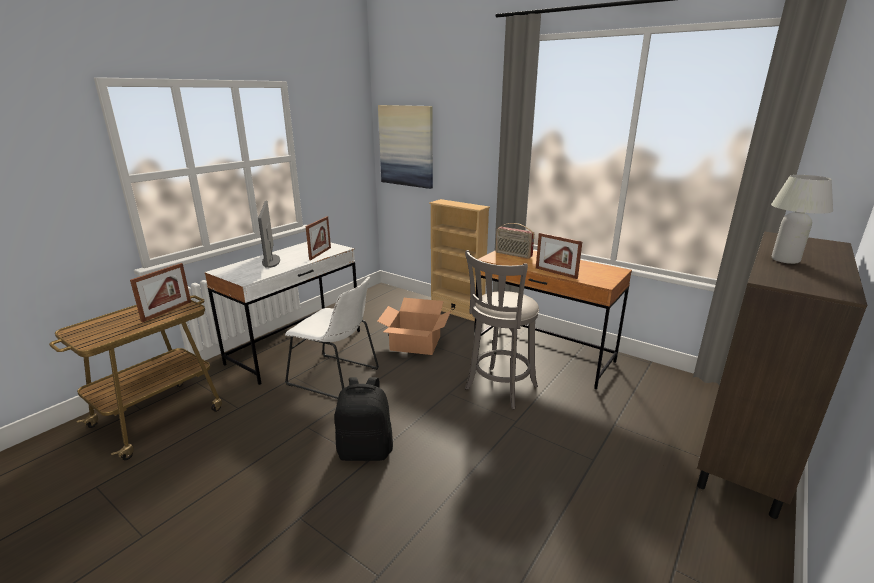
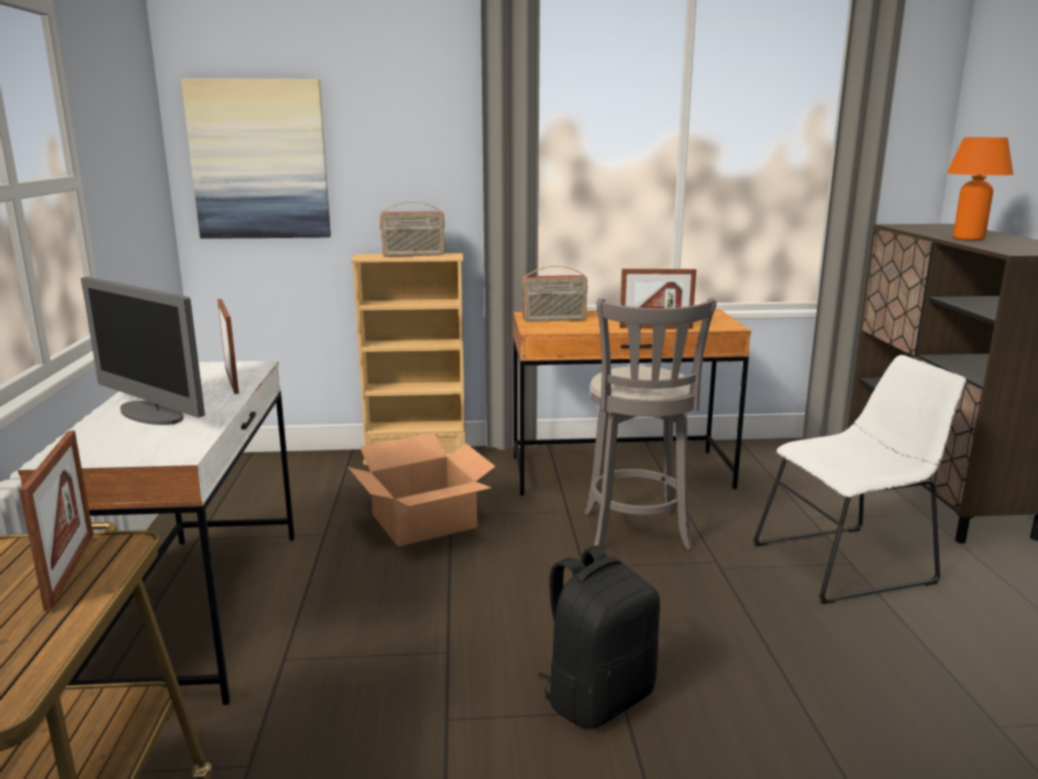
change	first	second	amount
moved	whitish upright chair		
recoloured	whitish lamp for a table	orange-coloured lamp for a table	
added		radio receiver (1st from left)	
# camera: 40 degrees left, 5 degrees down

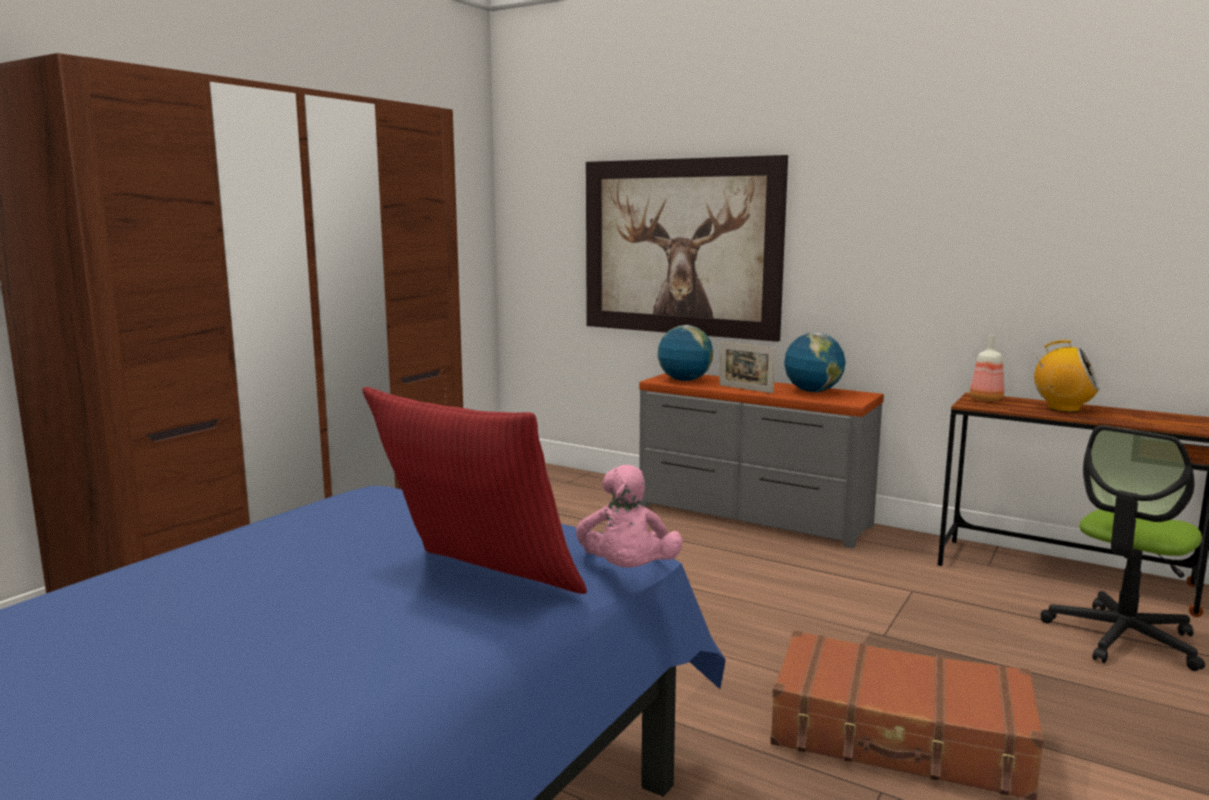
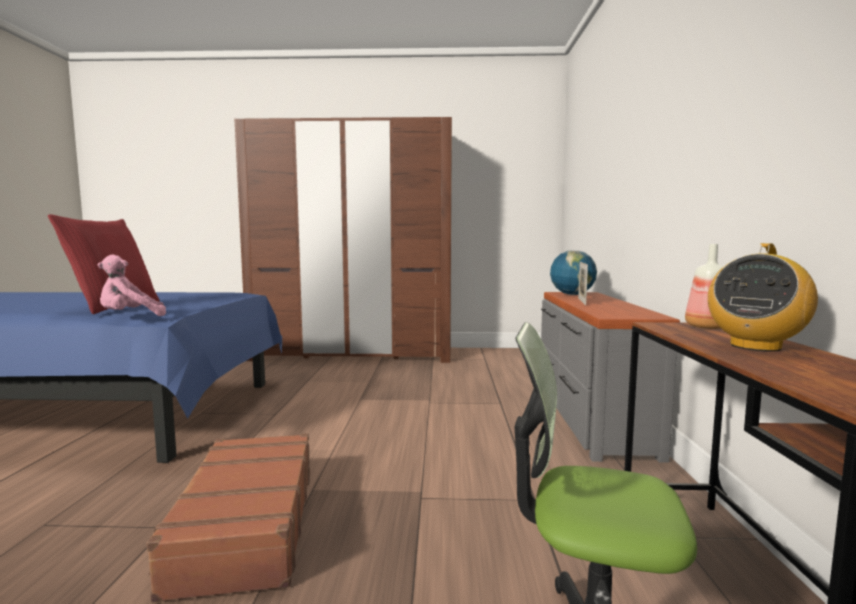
change	first	second	amount
removed	picture		
removed	globe (2nd from left)		
turned	radio receiver		45 degrees clockwise
# camera: 60 degrees right, 5 degrees down

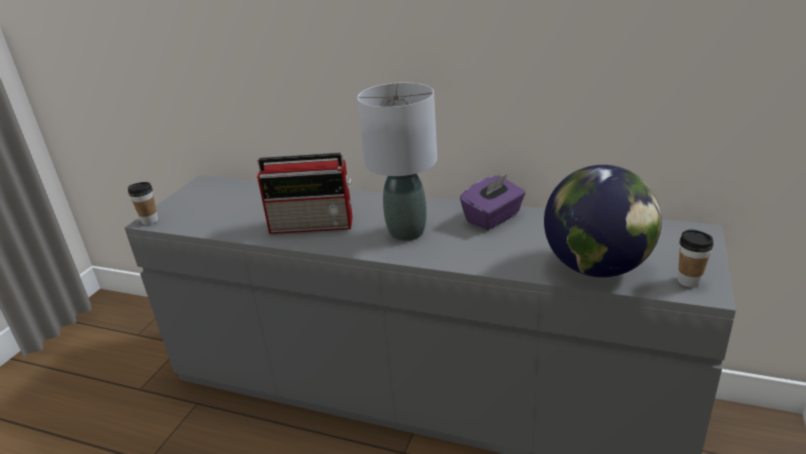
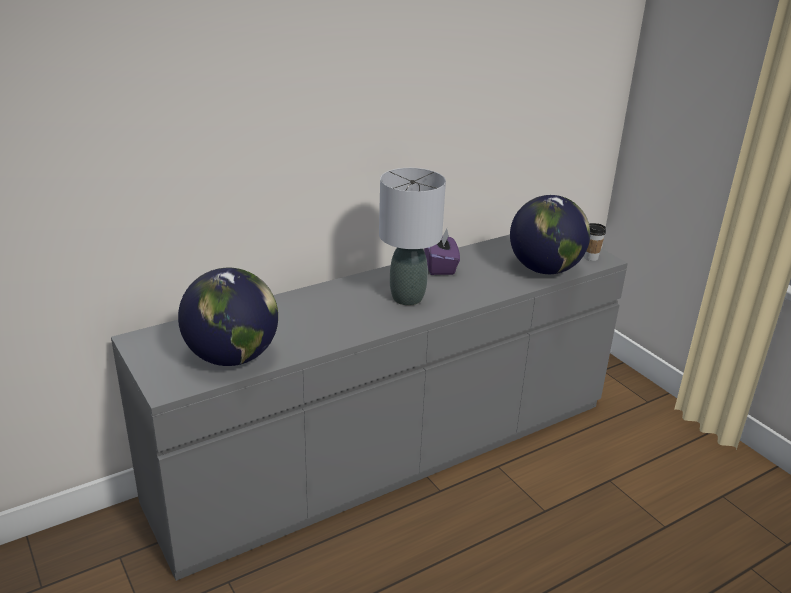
change	first	second	amount
removed	drinking cup (1st from left)		
removed	radio receiver		
added		globe (1st from left)	
# camera: 55 degrees left, 0 degrees up

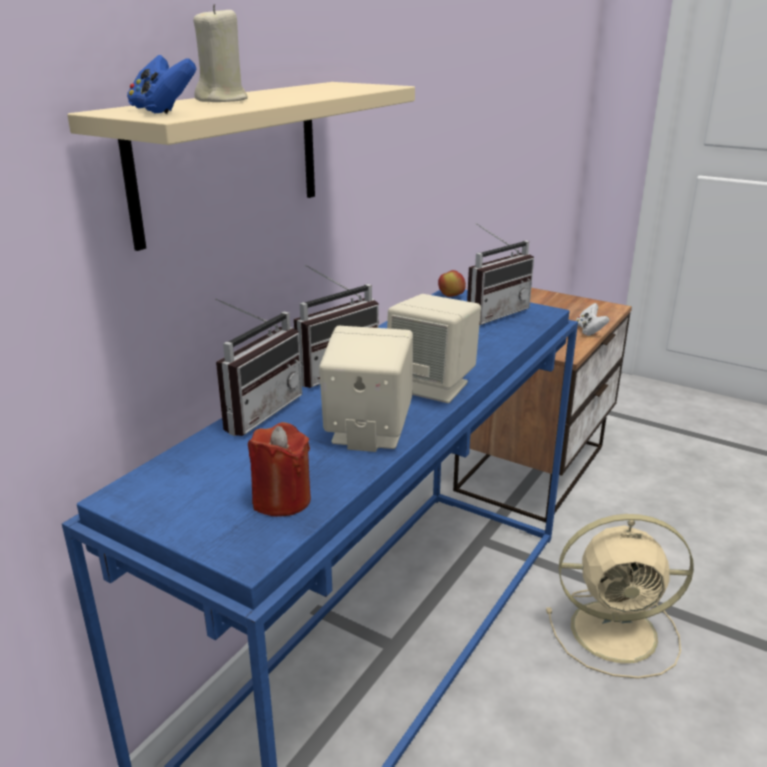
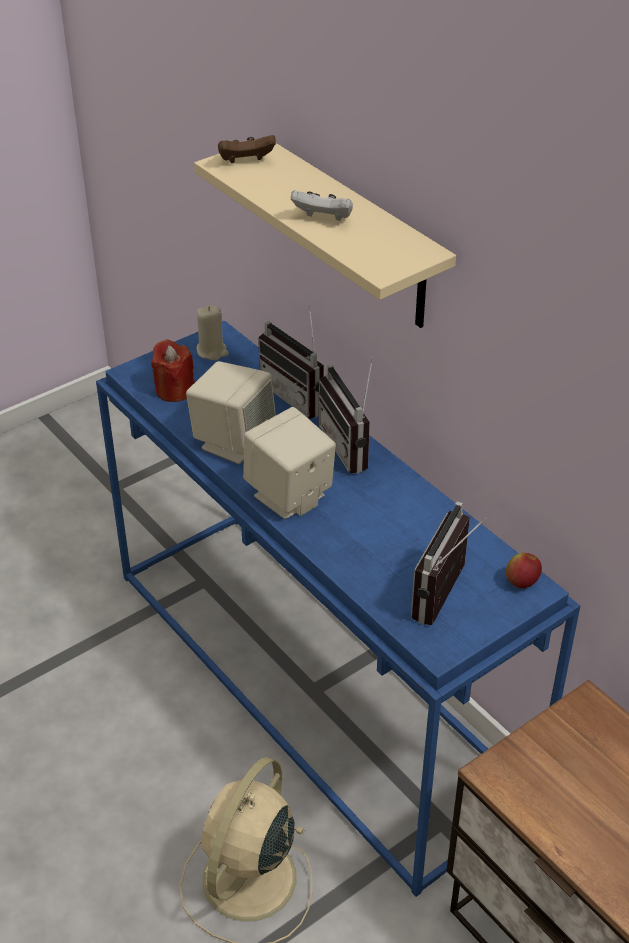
change	first	second	amount
recoloured	blue game controller	brownish game controller	
moved	sand-coloured wax candle		
turned	radio receiver (3rd from left)		45 degrees clockwise
moved	whitish game controller		
# camera: 110 degrees right, 15 degrees up

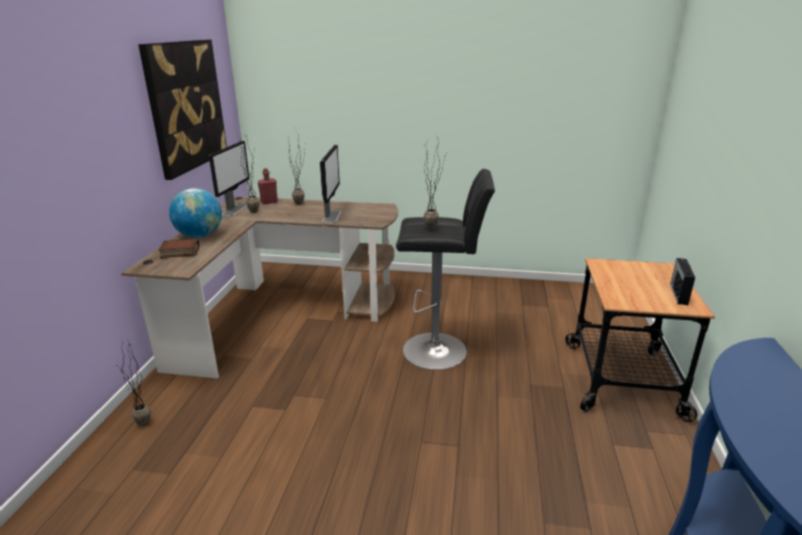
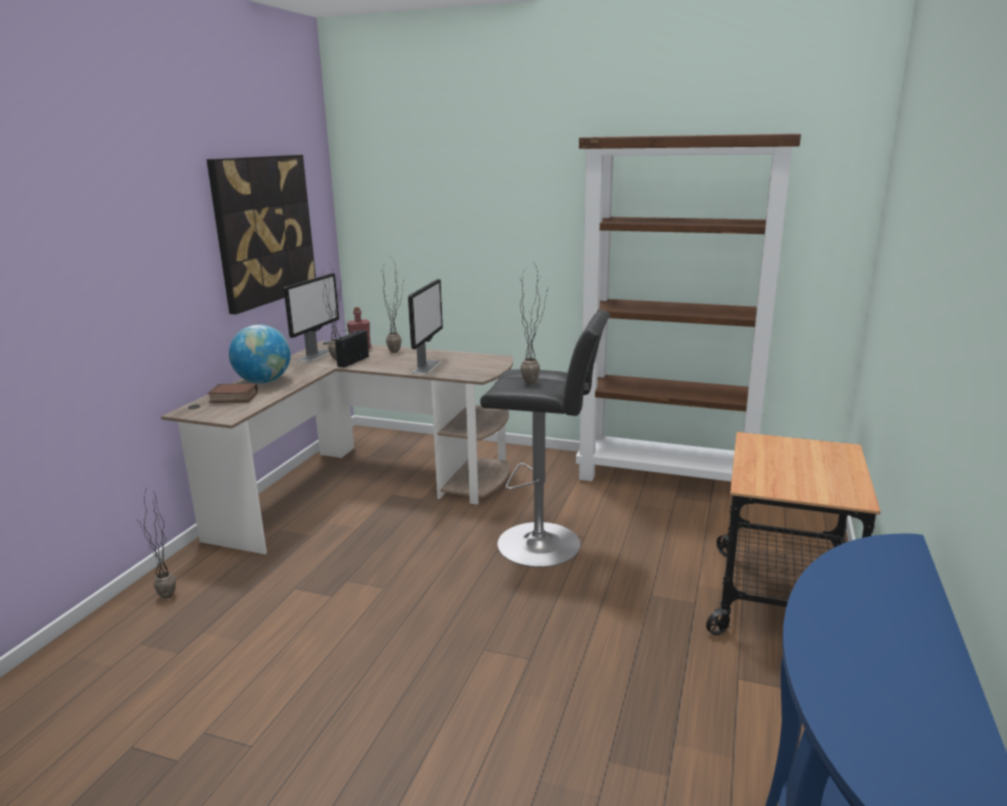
change	first	second	amount
moved	radio receiver		
added		brownish bookshelf	
# camera: 10 degrees right, 5 degrees down

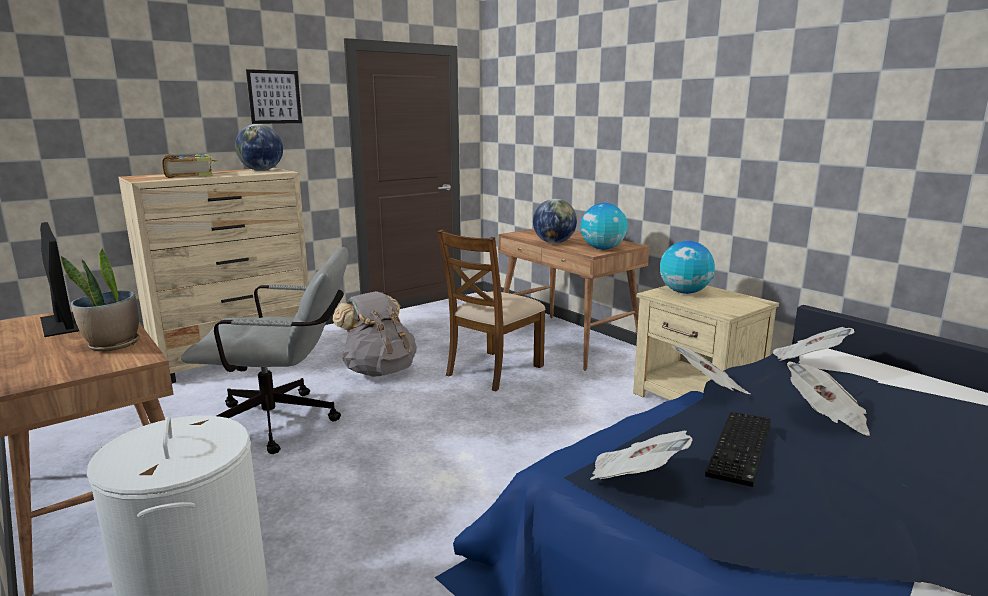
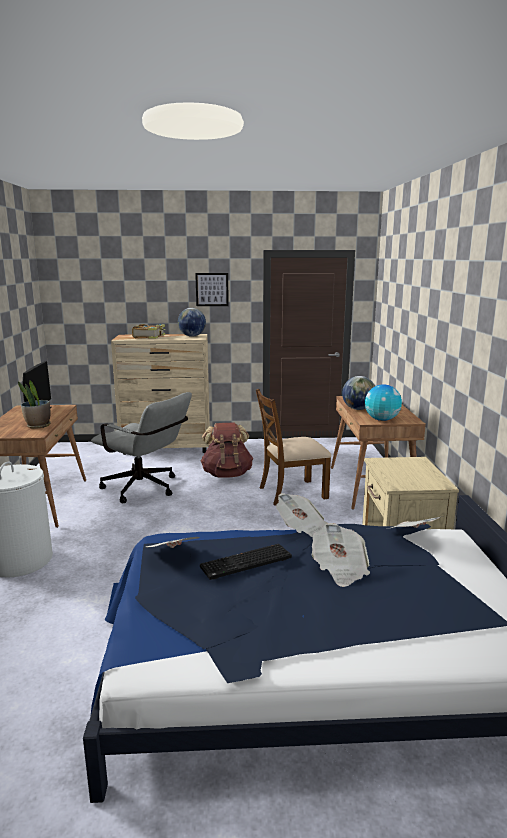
change	first	second	amount
recoloured	grey backpack	brownish backpack	
removed	globe (4th from left)		
# camera: 35 degrees right, 0 degrees up

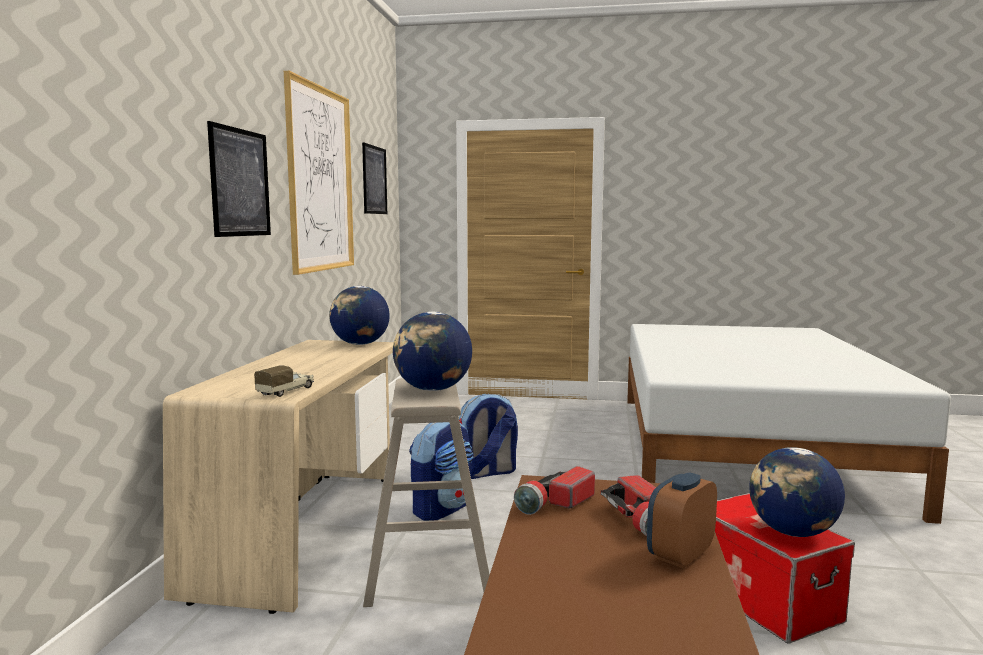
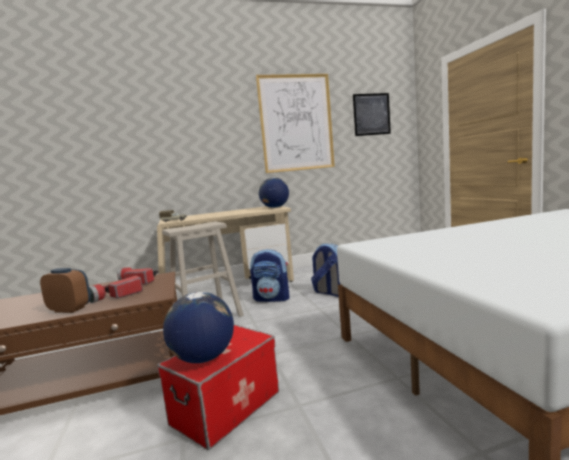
change	first	second	amount
removed	picture (1st from left)		
removed	globe (2nd from left)		
# camera: 65 degrees right, 0 degrees up

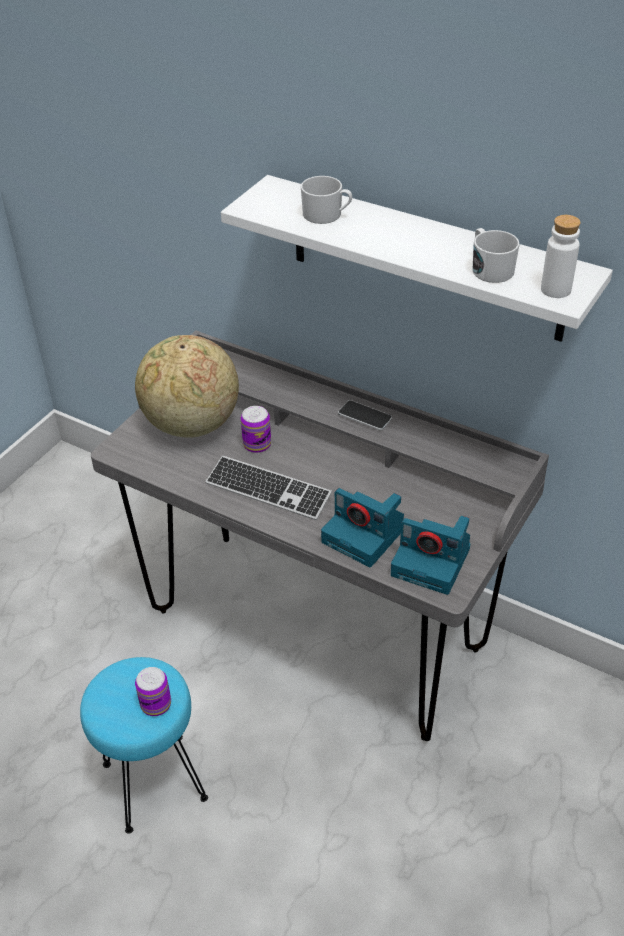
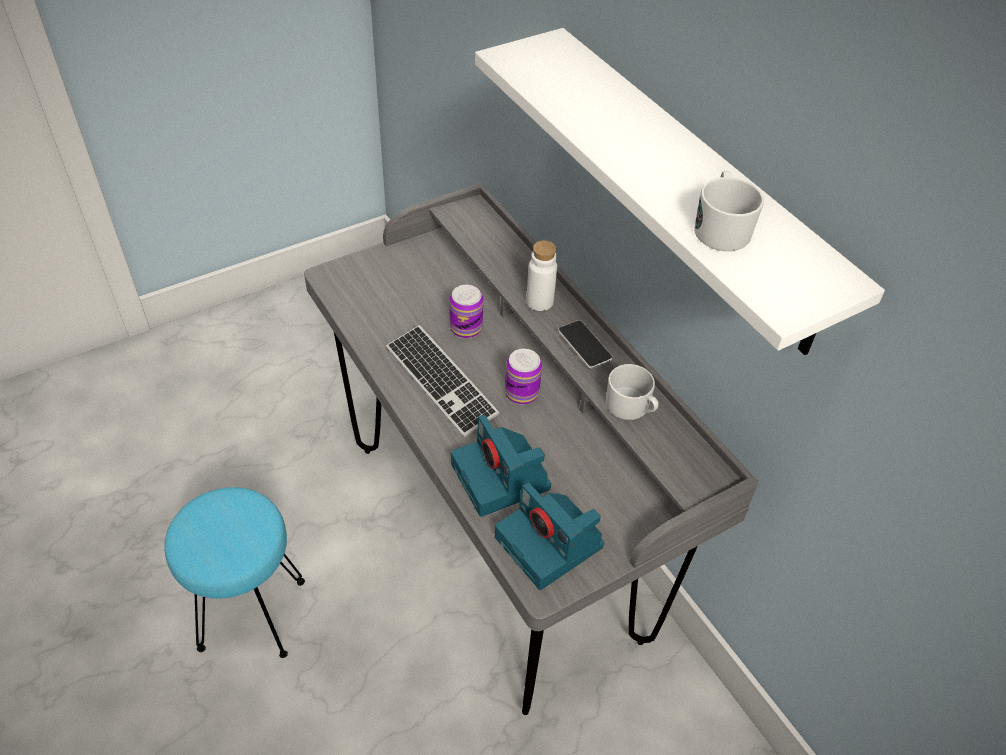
change	first	second	amount
removed	globe		
moved	can (1st from left in the first image)	can (2nd from left)	
moved	whitish coffee mug (1st from left)		
moved	whitish drink bottle		
# camera: 25 degrees right, 5 degrees up

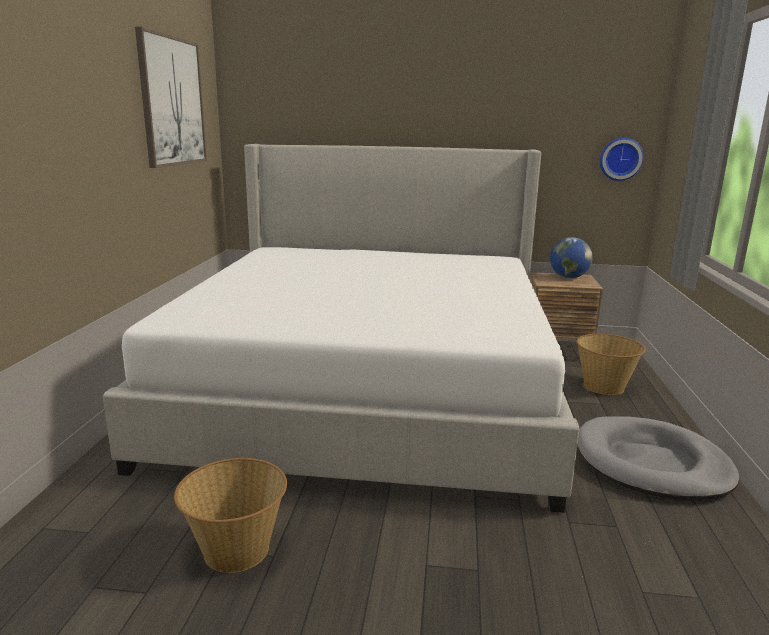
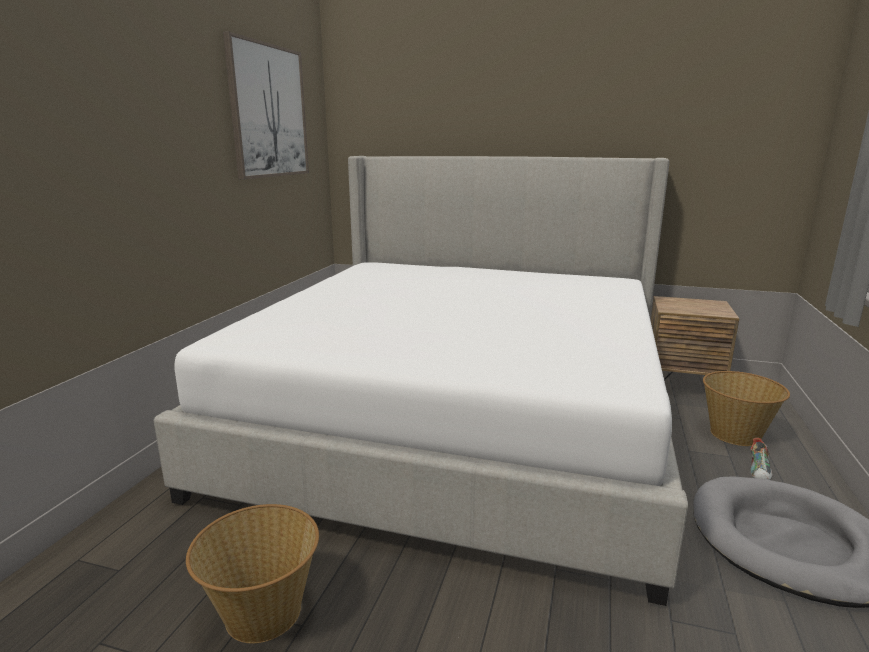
change	first	second	amount
removed	globe		
removed	clock on the wall		
added		shoe	
# camera: 10 degrees right, 0 degrees up

